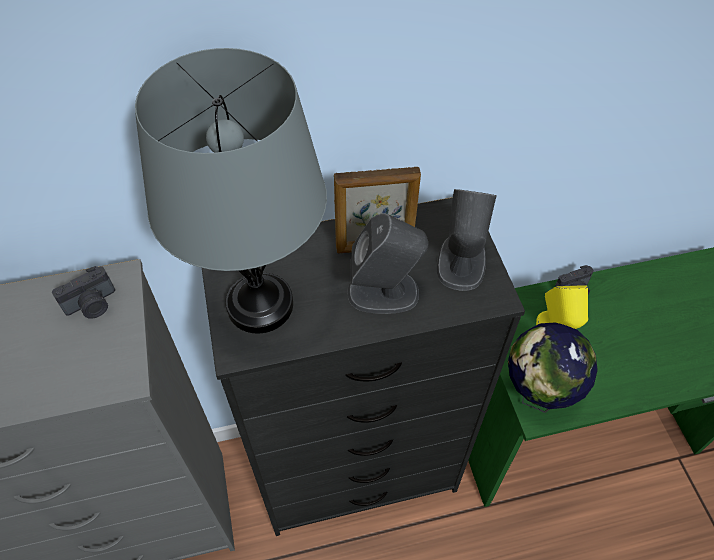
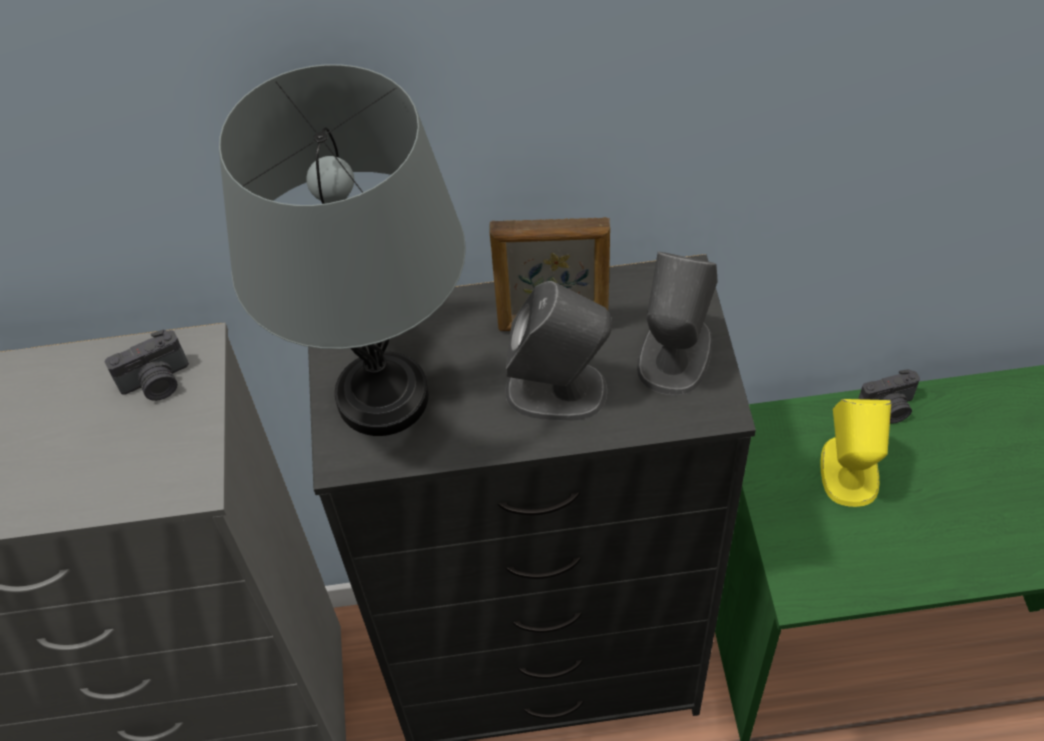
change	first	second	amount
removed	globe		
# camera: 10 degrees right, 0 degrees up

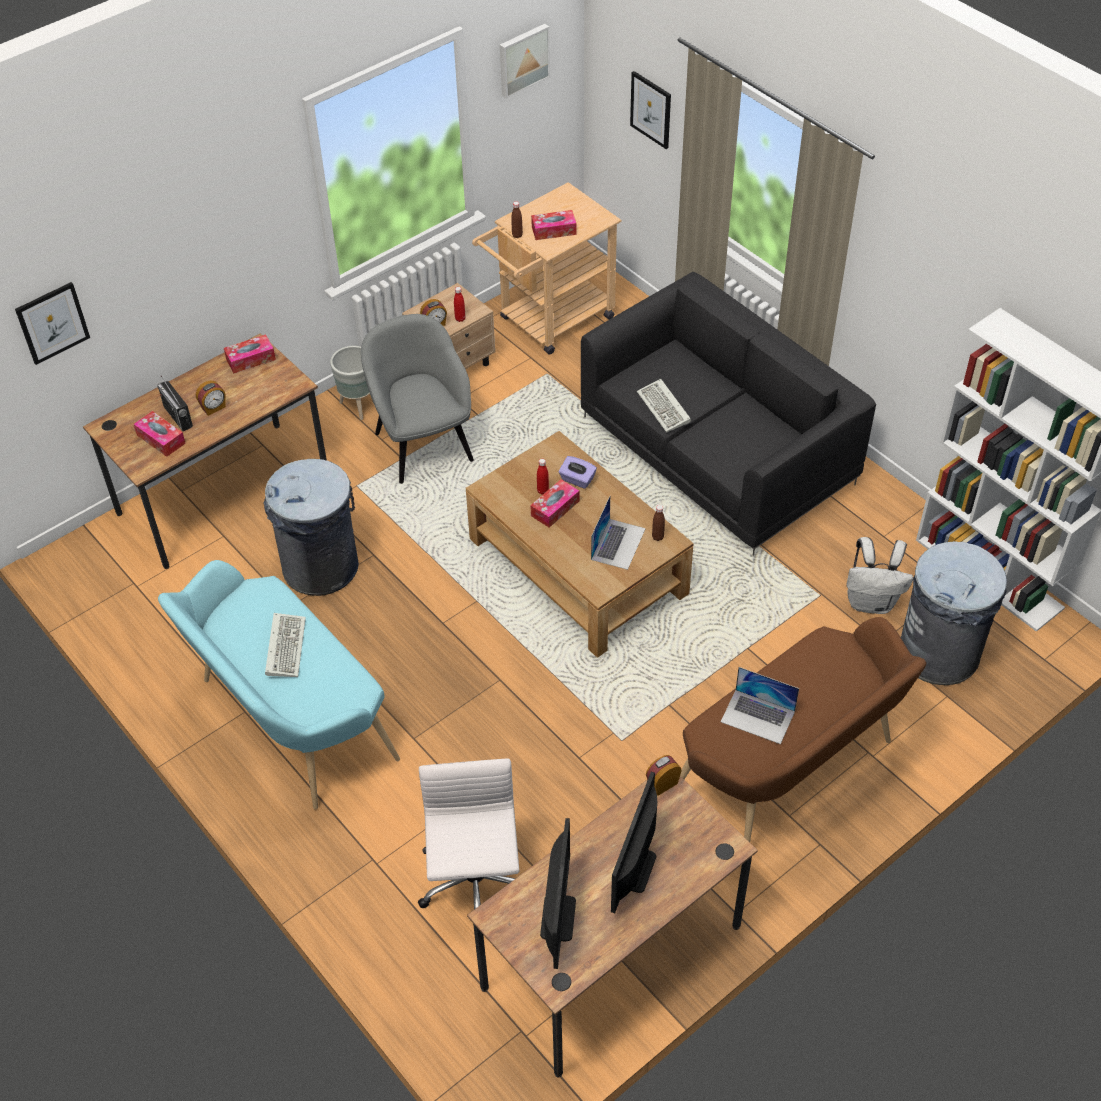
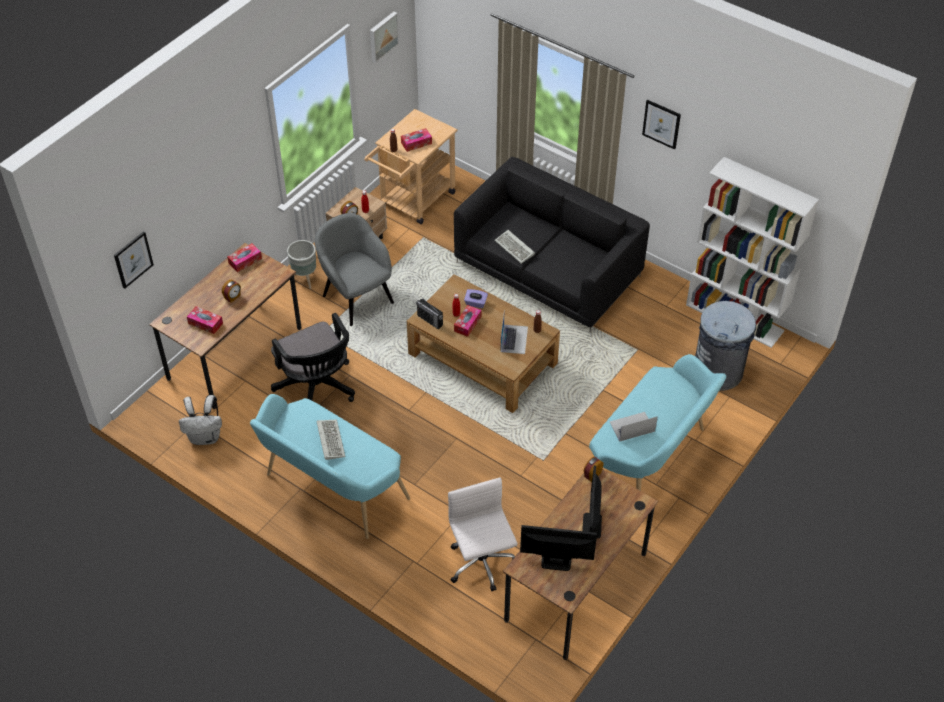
change	first	second	amount
moved	radio receiver		
replaced	grey rubbish bin (1st from left)	blackish computer chair	
turned	monitor (1st from left)		75 degrees counterclockwise
moved	picture (3rd from left)		
recoloured	brownish bench	turquoise bench (2nd from left)	
turned	laptop (2nd from left)		150 degrees clockwise
moved	whitish backpack		
# camera: 15 degrees left, 0 degrees up

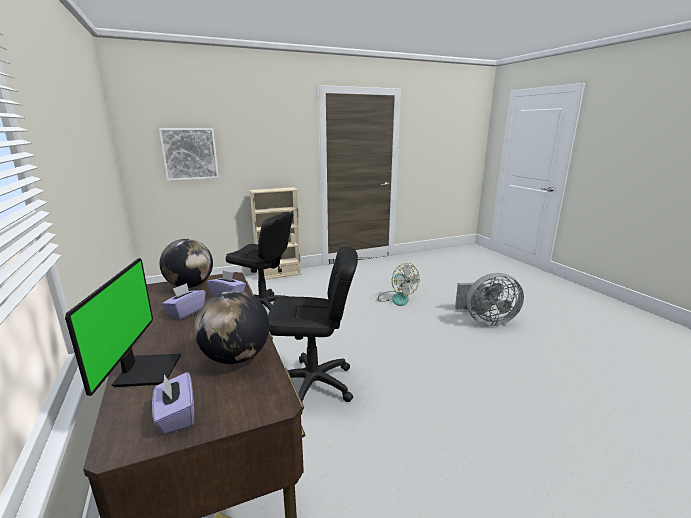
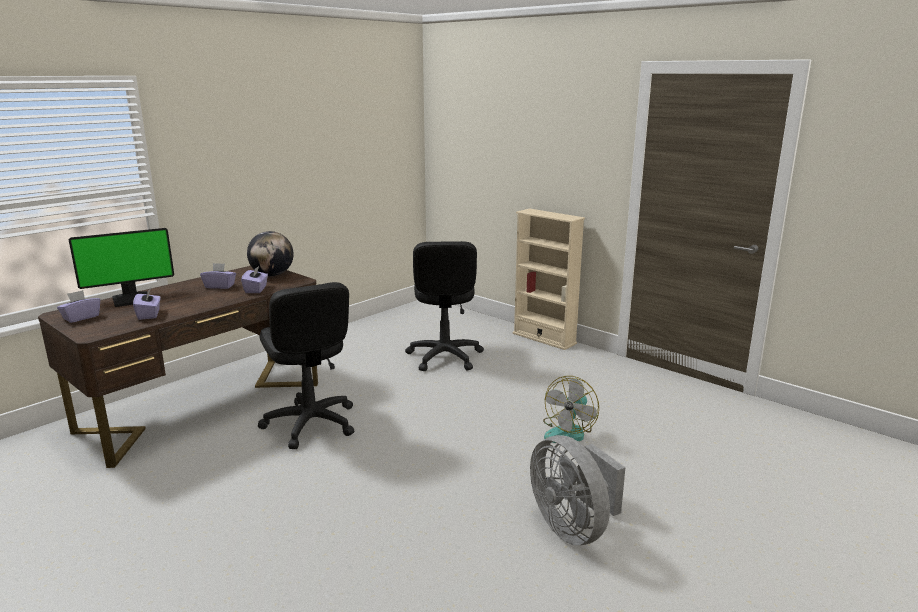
change	first	second	amount
removed	picture		
replaced	globe (2nd from left)	purple box of tissues (2nd from left)	
# camera: 65 degrees right, 0 degrees up

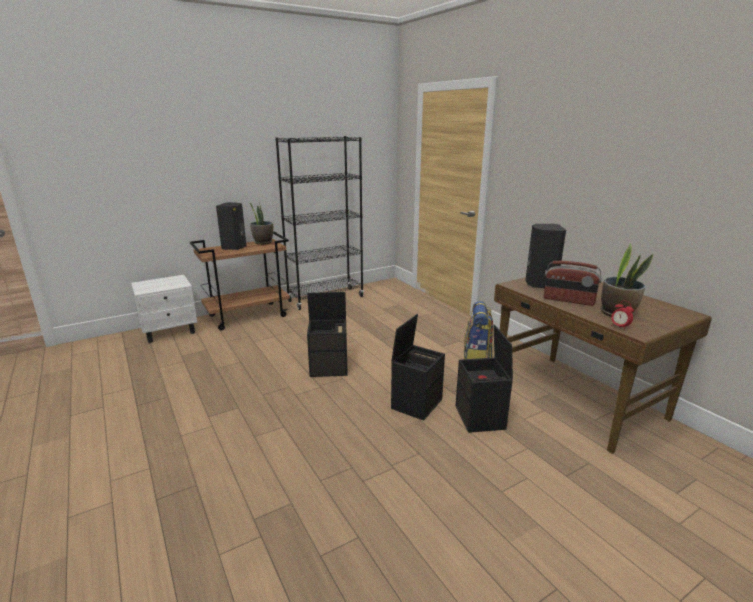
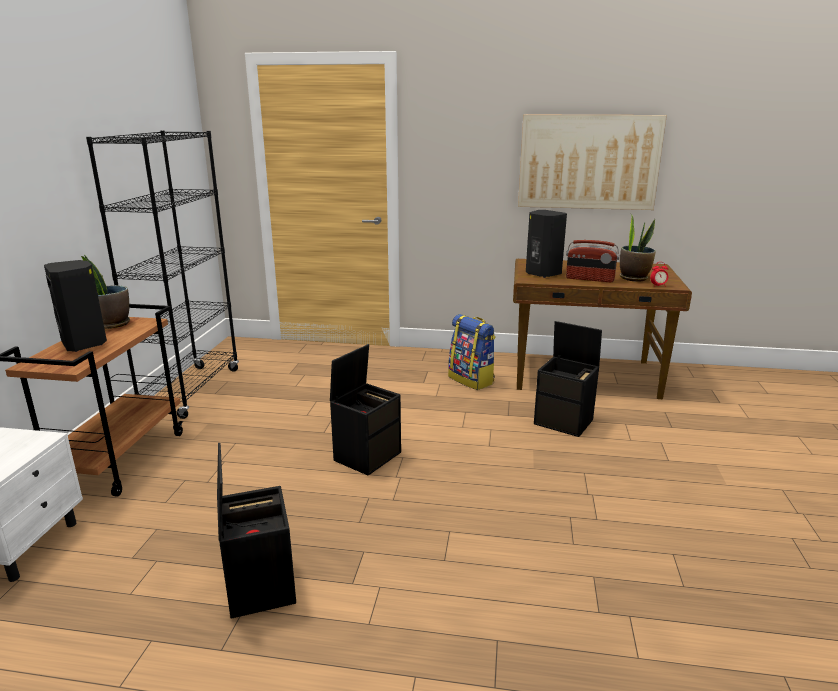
change	first	second	amount
moved	blackish storage bin (2nd from left in the first image)	blackish storage bin (1st from left)	
turned	radio receiver		45 degrees clockwise
added		picture	
# camera: 50 degrees left, 0 degrees up

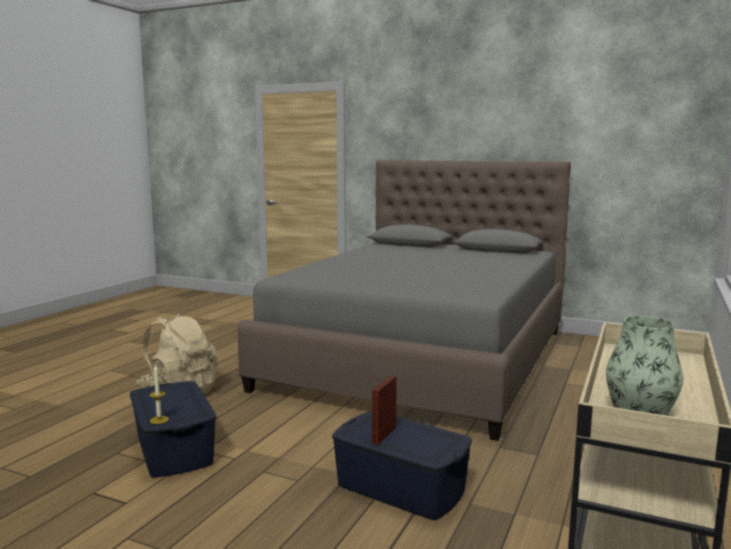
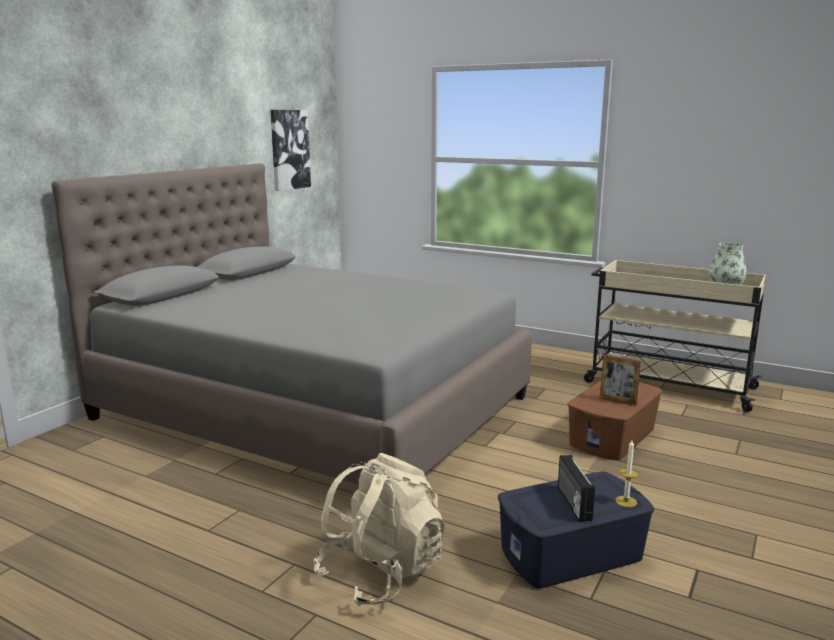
change	first	second	amount
recoloured	blue storage bin (2nd from left)	brownish storage bin	
added		picture	
added		radio receiver	
# camera: 85 degrees left, 5 degrees up

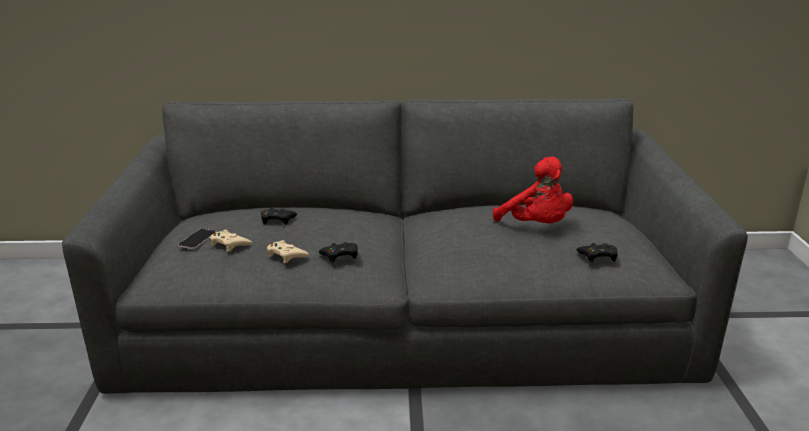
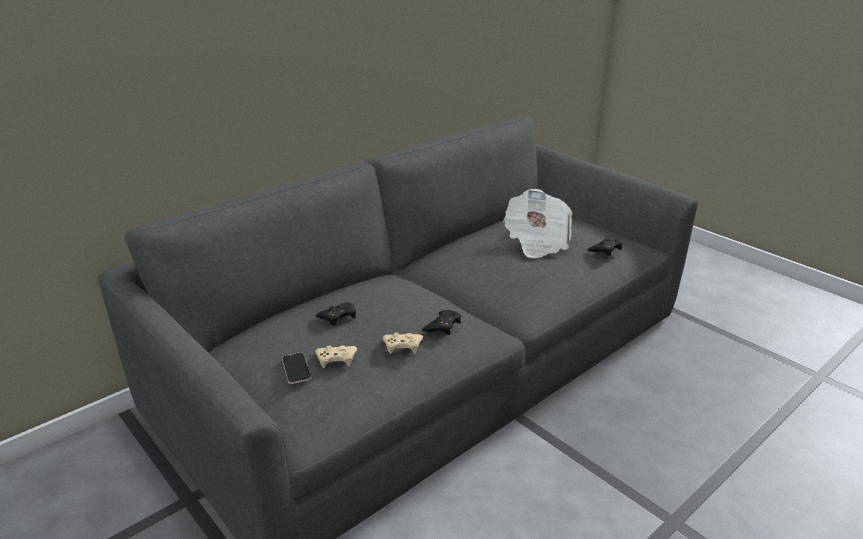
change	first	second	amount
replaced	red-coloured cuddly toy	daily paper	
# camera: 40 degrees left, 5 degrees up

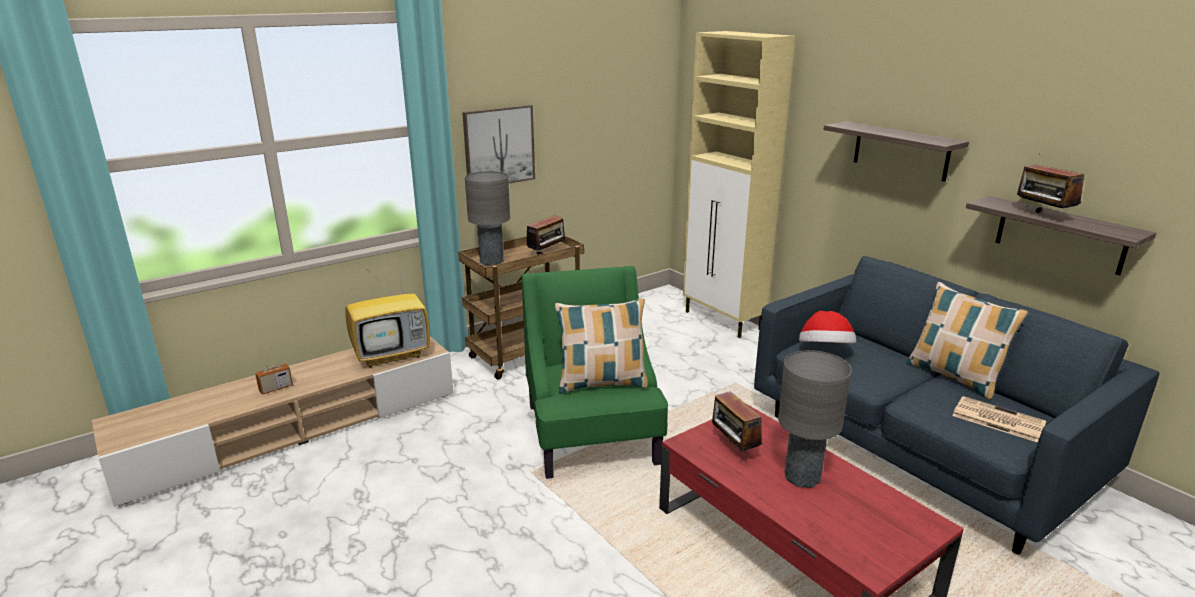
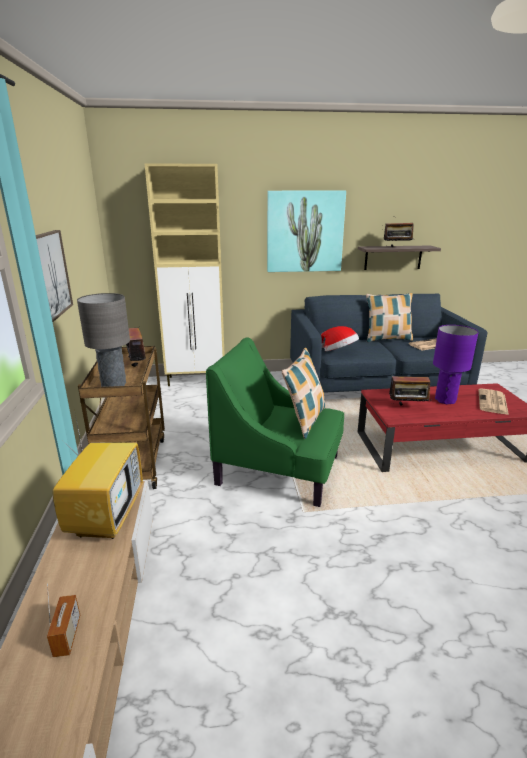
change	first	second	amount
recoloured	grey lamp for a table (2nd from left)	purple lamp for a table	
replaced	shelf (1st from left)	picture (2nd from left)	
added		daily paper (2nd from left)	
# camera: 60 degrees left, 0 degrees up

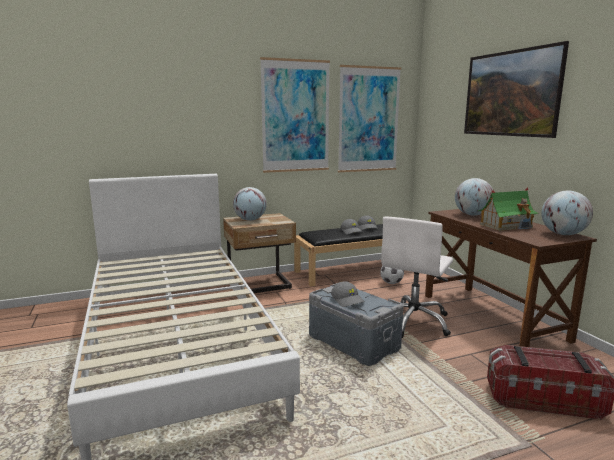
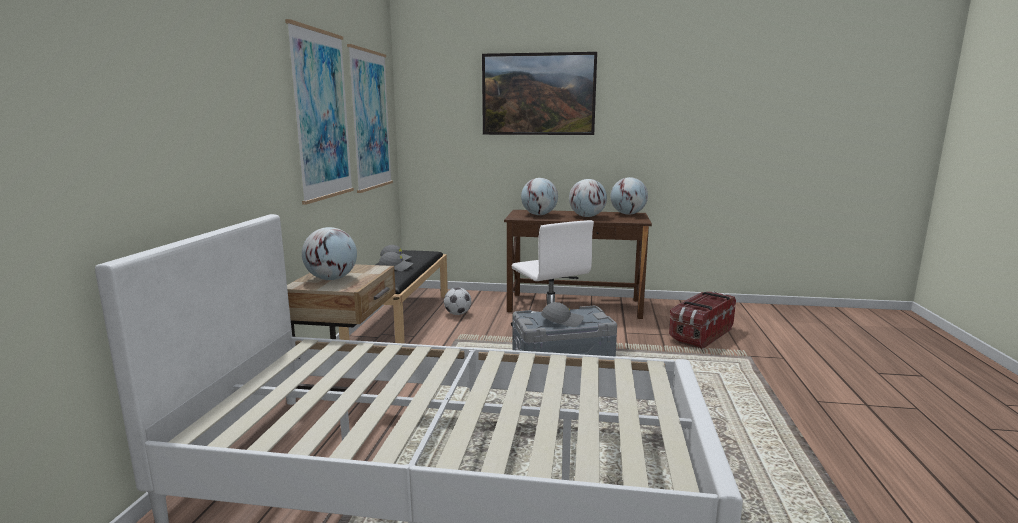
change	first	second	amount
replaced	miniature house	globe (3rd from left)	
# camera: 60 degrees left, 0 degrees up

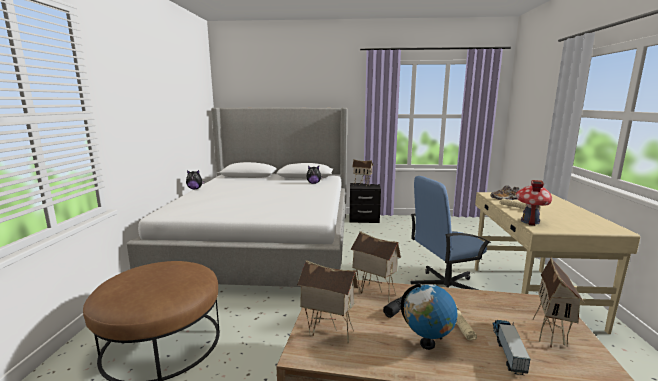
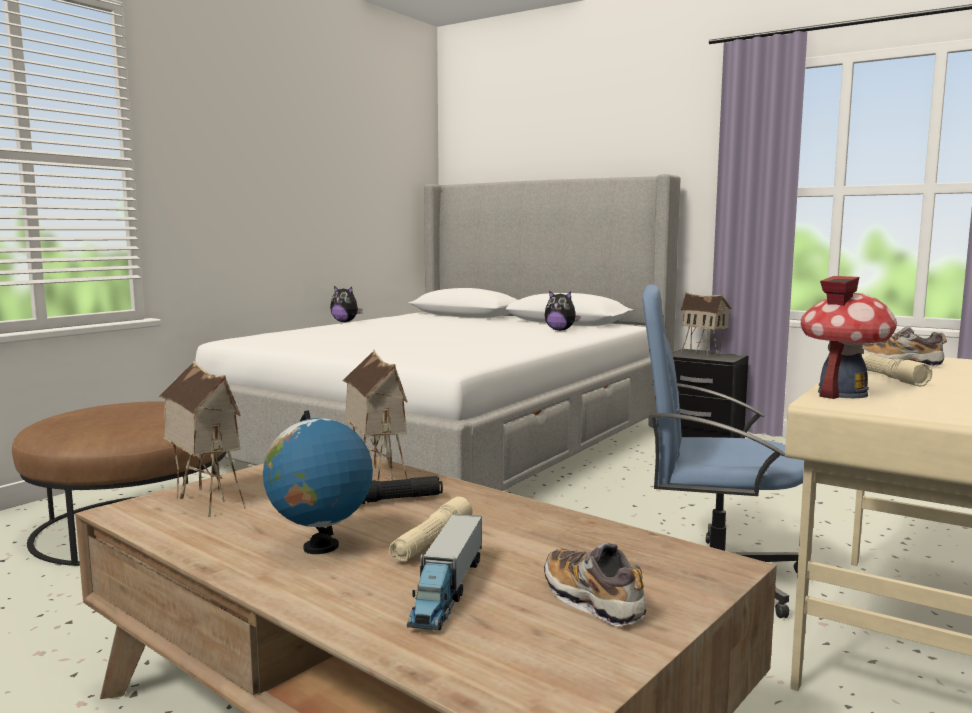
change	first	second	amount
turned	model truck		150 degrees clockwise
replaced	miniature house (5th from left)	shoe (1st from left)	
# camera: 30 degrees right, 5 degrees down

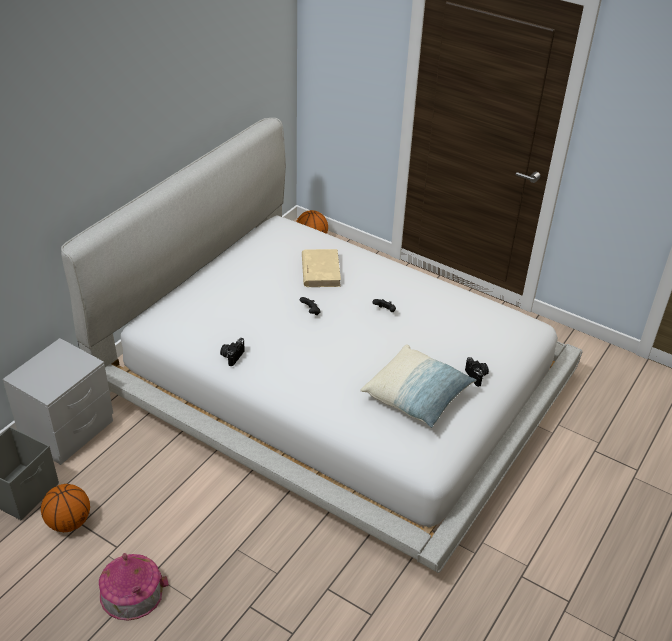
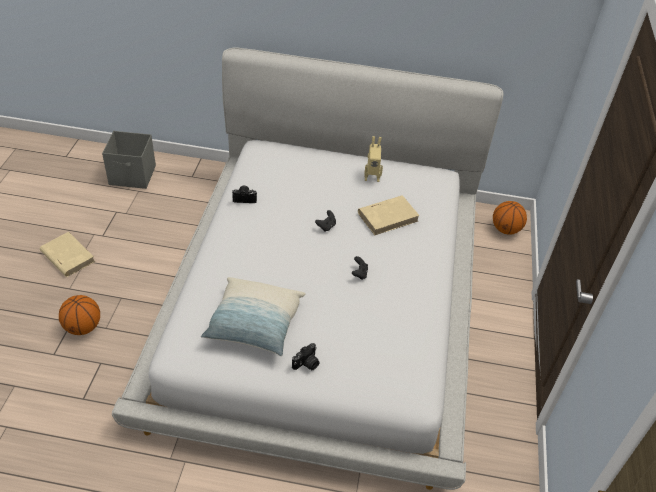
change	first	second	amount
removed	grey nightstand		
moved	ball for basketball (1st from left)		
replaced	miniature house	sand-coloured book (1st from left)	
added		model robot	
# camera: 65 degrees right, 5 degrees up

